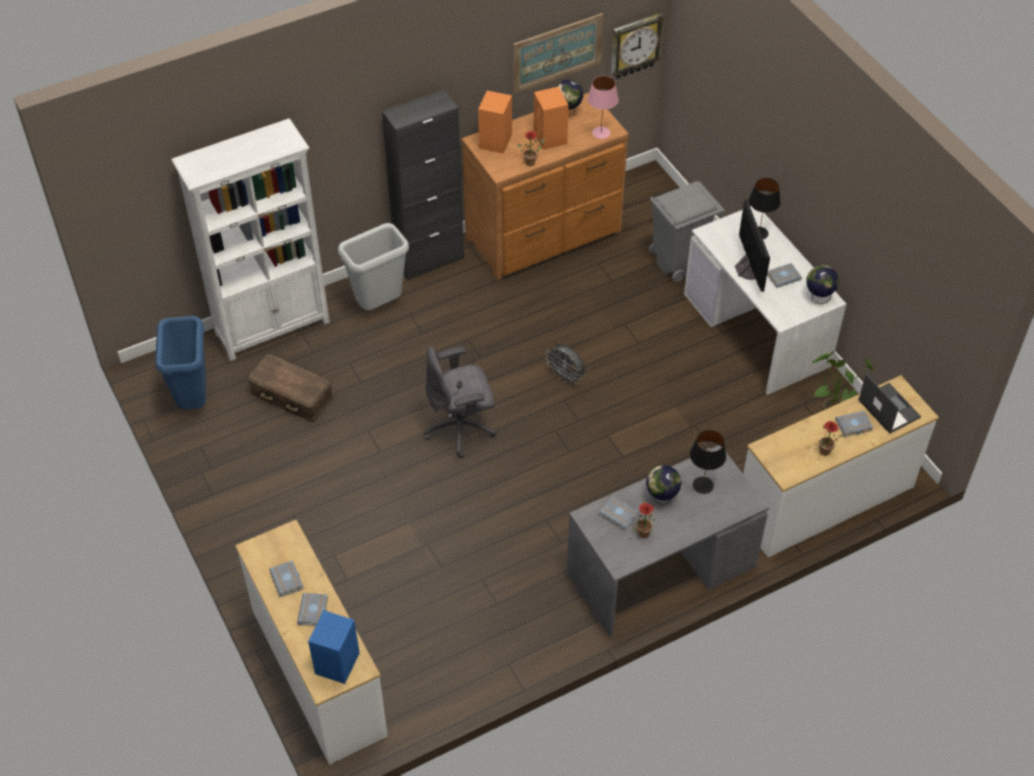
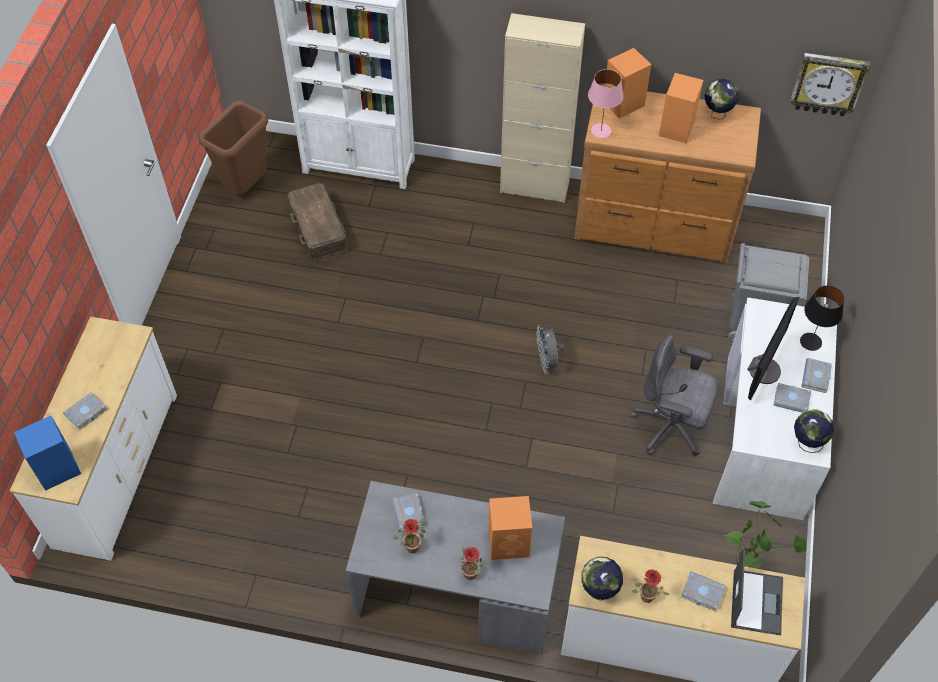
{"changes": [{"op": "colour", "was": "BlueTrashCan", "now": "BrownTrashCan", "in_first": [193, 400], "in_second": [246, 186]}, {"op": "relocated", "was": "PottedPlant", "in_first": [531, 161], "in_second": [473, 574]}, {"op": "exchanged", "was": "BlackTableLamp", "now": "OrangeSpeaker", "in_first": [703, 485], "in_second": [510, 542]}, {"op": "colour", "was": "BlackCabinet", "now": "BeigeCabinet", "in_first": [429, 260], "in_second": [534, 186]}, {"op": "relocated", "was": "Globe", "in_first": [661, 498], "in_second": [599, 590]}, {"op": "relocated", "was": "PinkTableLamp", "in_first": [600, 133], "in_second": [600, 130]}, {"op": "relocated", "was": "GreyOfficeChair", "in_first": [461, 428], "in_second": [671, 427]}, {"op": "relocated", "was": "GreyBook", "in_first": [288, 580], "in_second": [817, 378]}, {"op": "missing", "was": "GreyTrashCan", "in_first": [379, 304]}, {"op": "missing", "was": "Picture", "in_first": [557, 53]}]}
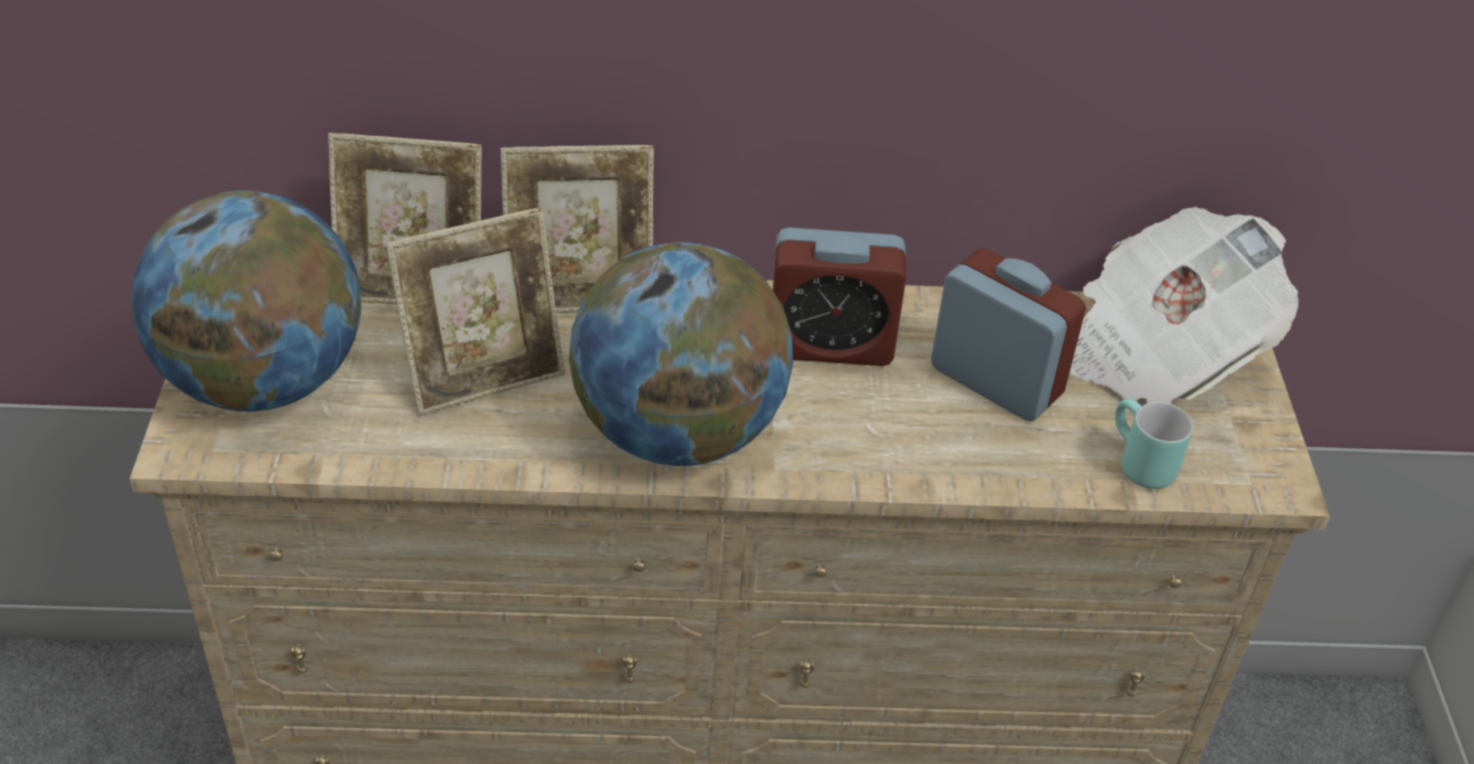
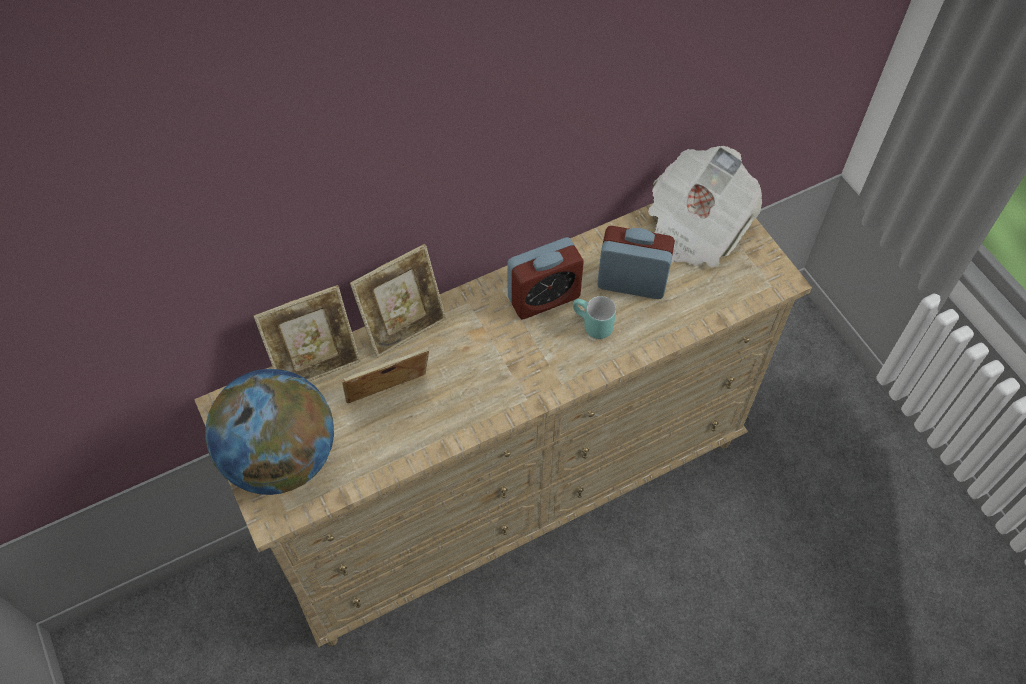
{"changes": [{"op": "spun", "was": "PictureFrame", "in_first": [484, 376], "in_second": [390, 400], "clockwise": -150}, {"op": "relocated", "was": "TurquoiseMug", "in_first": [1136, 464], "in_second": [591, 326]}, {"op": "missing", "was": "Globe", "in_first": [678, 432]}]}
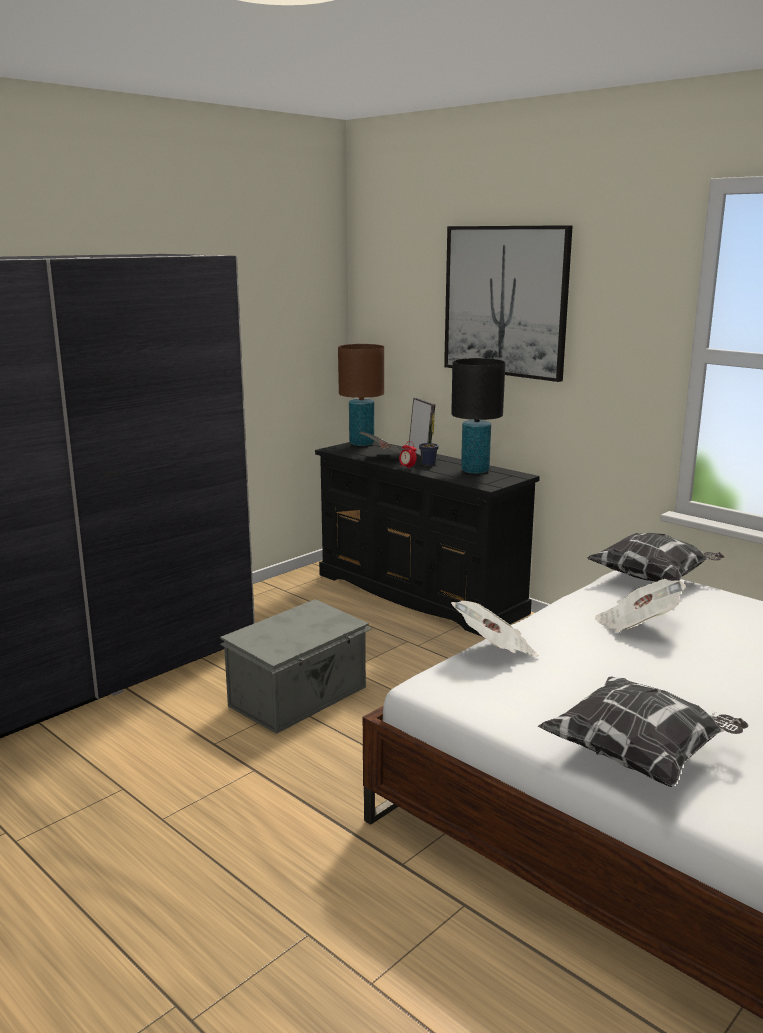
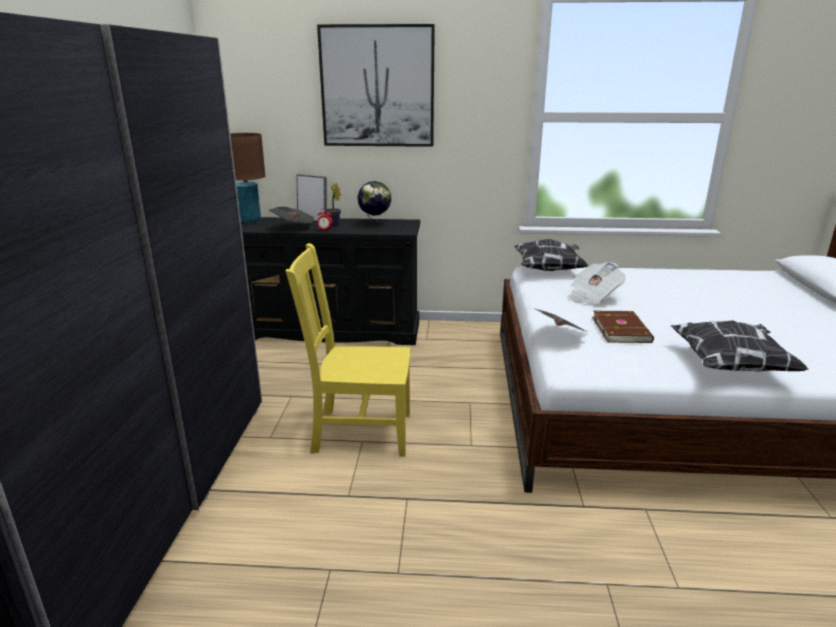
{"changes": [{"op": "exchanged", "was": "GreyStorageBox", "now": "YellowChair", "in_first": [300, 697], "in_second": [358, 432]}, {"op": "exchanged", "was": "BlackTableLamp", "now": "Globe", "in_first": [475, 471], "in_second": [375, 224]}, {"op": "appeared", "now": "BrownBook", "in_second": [622, 329]}]}
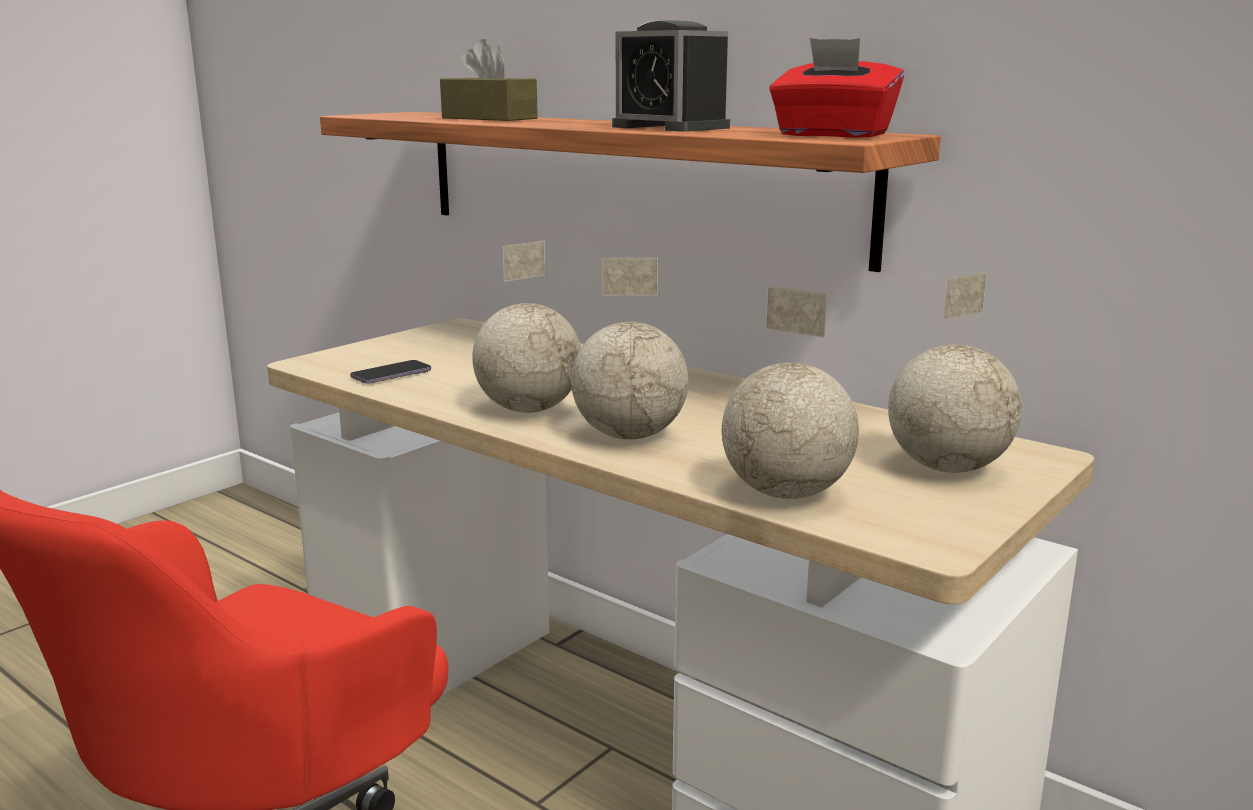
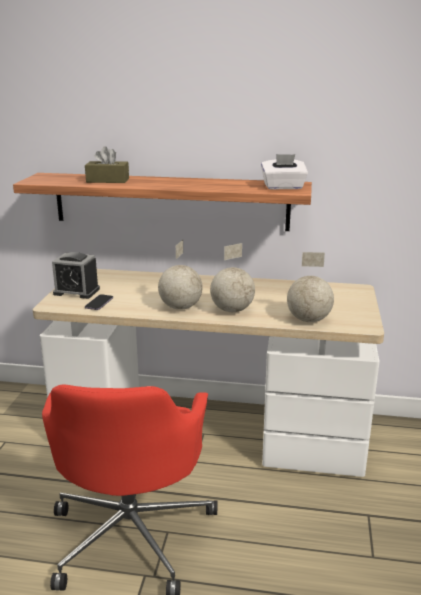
{"changes": [{"op": "relocated", "was": "AlarmClock", "in_first": [670, 127], "in_second": [76, 291]}, {"op": "colour", "was": "RedTissueBox", "now": "WhiteTissueBox", "in_first": [832, 135], "in_second": [283, 187]}, {"op": "missing", "was": "Globe", "in_first": [945, 468]}]}
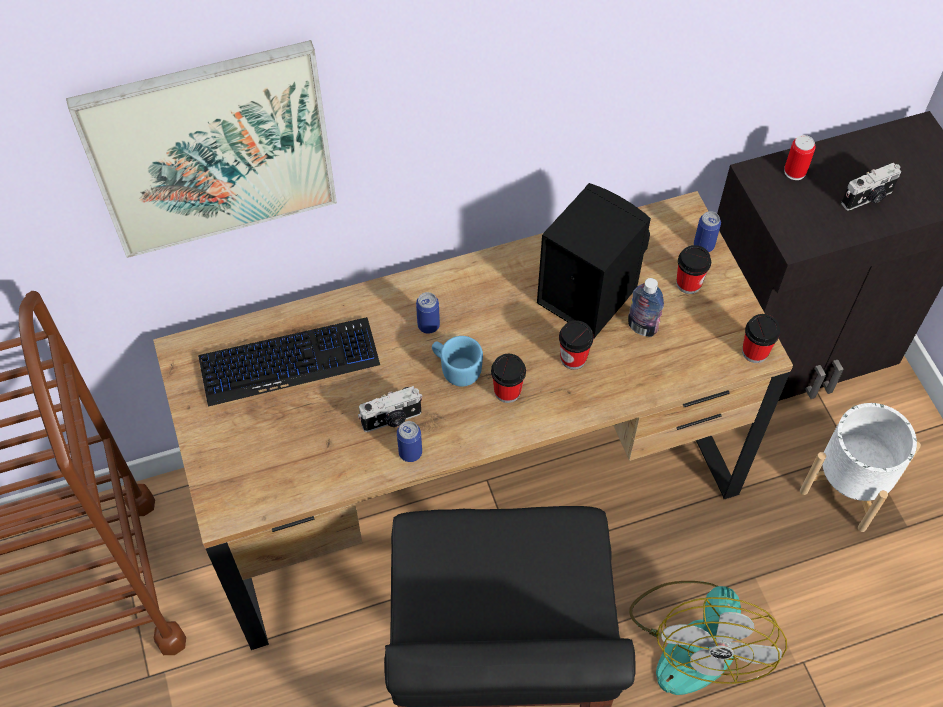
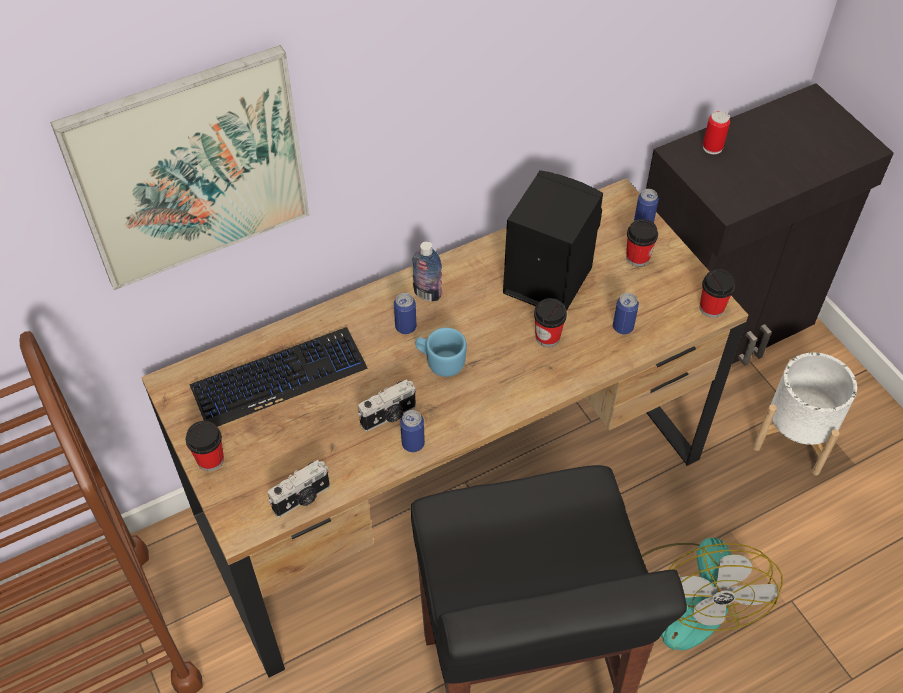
{"changes": [{"op": "relocated", "was": "Cup", "in_first": [507, 391], "in_second": [210, 459]}, {"op": "relocated", "was": "PhotoCamera", "in_first": [868, 198], "in_second": [302, 499]}, {"op": "relocated", "was": "Bottle", "in_first": [642, 327], "in_second": [427, 294]}, {"op": "appeared", "now": "Can", "in_second": [623, 327]}]}
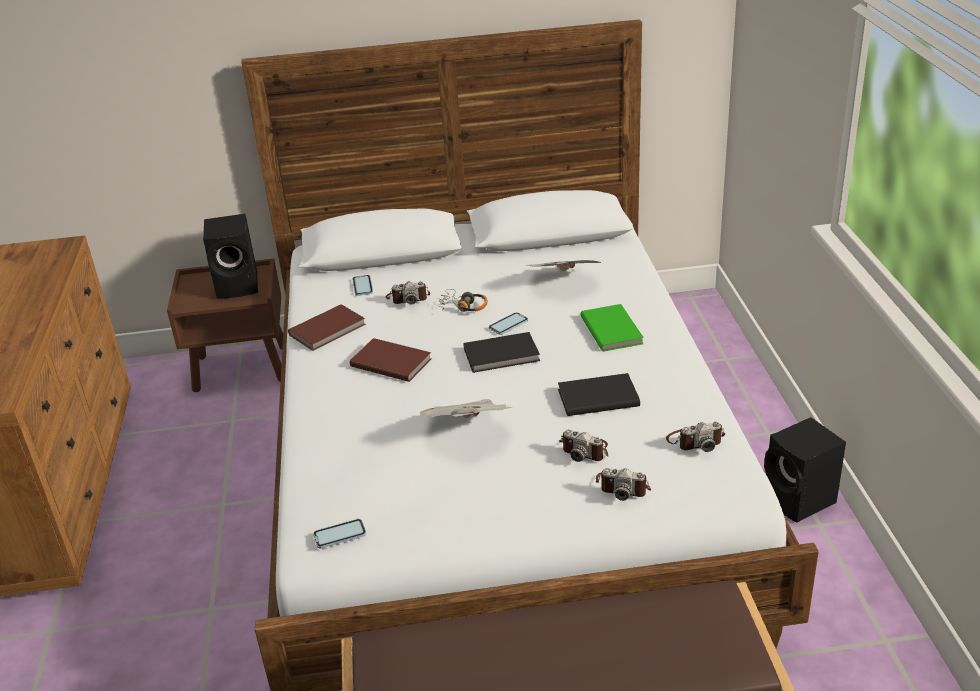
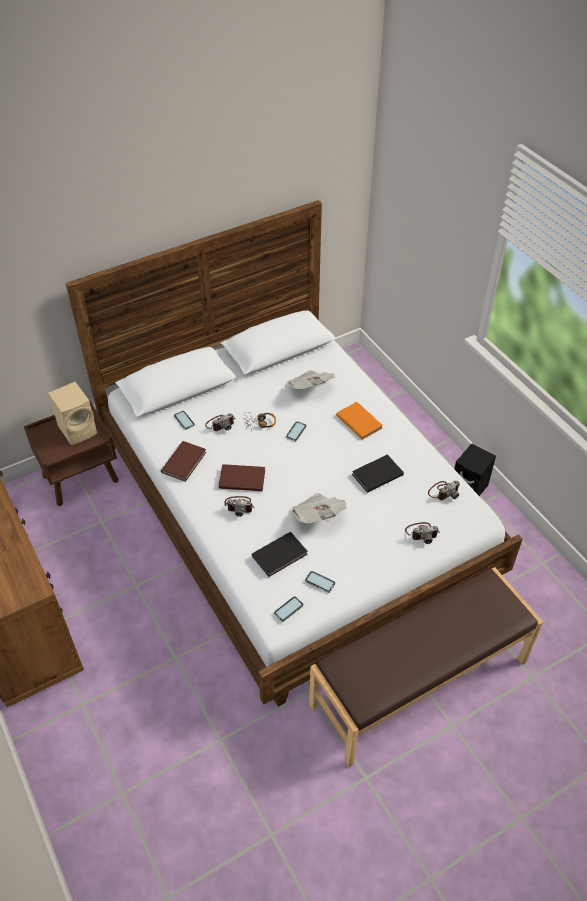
{"changes": [{"op": "colour", "was": "BlackSpeaker", "now": "BeigeSpeaker", "in_first": [239, 285], "in_second": [79, 429]}, {"op": "relocated", "was": "PhotoCamera", "in_first": [585, 449], "in_second": [239, 506]}, {"op": "relocated", "was": "BlackBook", "in_first": [502, 355], "in_second": [281, 555]}, {"op": "appeared", "now": "Phone", "in_second": [320, 582]}, {"op": "colour", "was": "GreenBook", "now": "OrangeBook", "in_first": [612, 329], "in_second": [359, 421]}]}
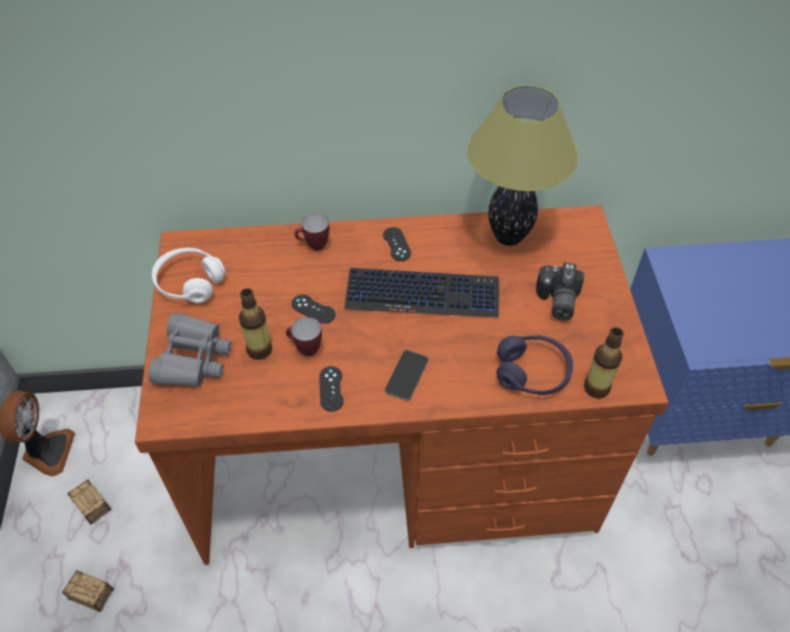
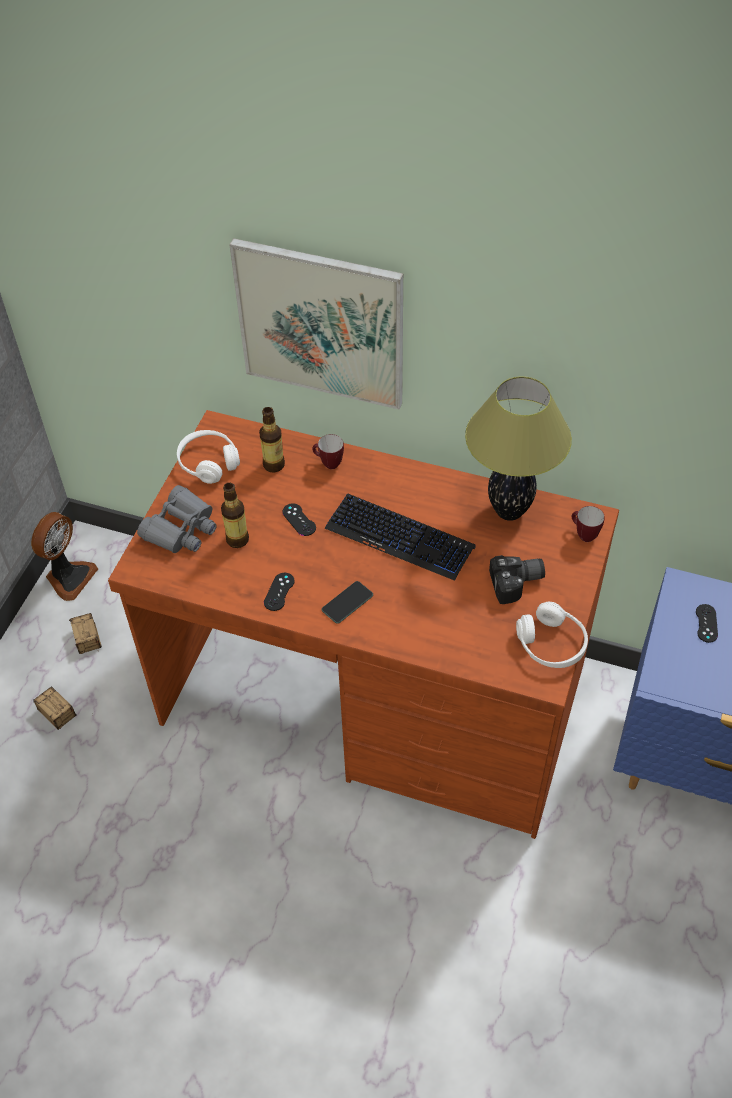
{"changes": [{"op": "appeared", "now": "Picture", "in_second": [321, 324]}, {"op": "relocated", "was": "Bottle", "in_first": [596, 388], "in_second": [274, 465]}, {"op": "spun", "was": "PhotoCamera", "in_first": [556, 301], "in_second": [517, 584], "clockwise": -135}, {"op": "appeared", "now": "WhiteHeadphones", "in_second": [551, 644]}, {"op": "relocated", "was": "Mug", "in_first": [305, 349], "in_second": [583, 535]}, {"op": "relocated", "was": "BlackGameController", "in_first": [396, 244], "in_second": [706, 623]}, {"op": "missing", "was": "PurpleHeadphones", "in_first": [532, 372]}]}
